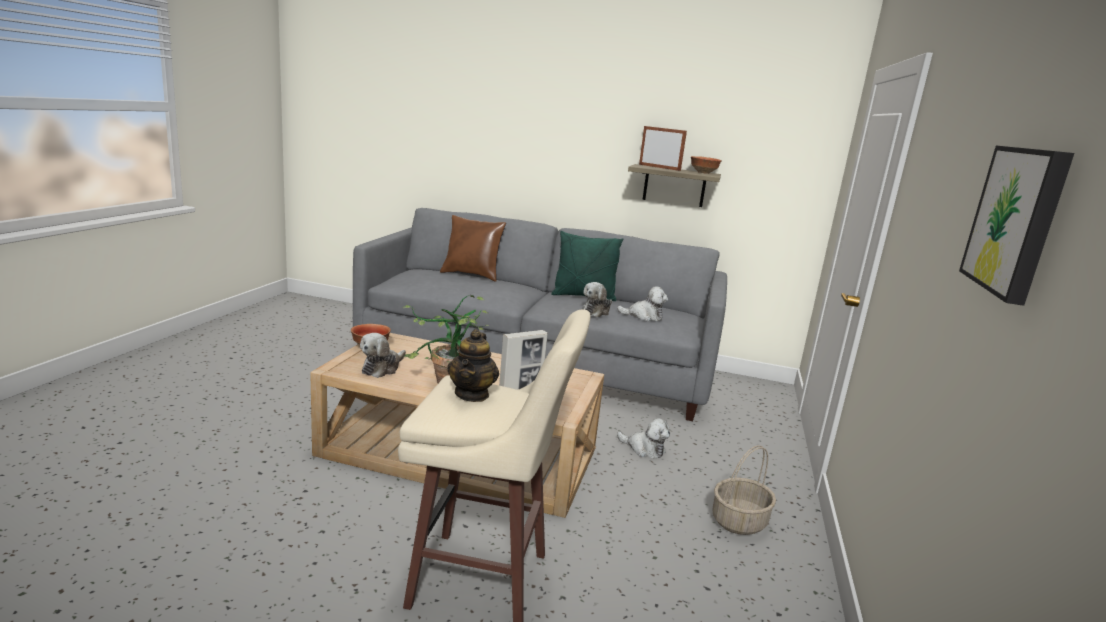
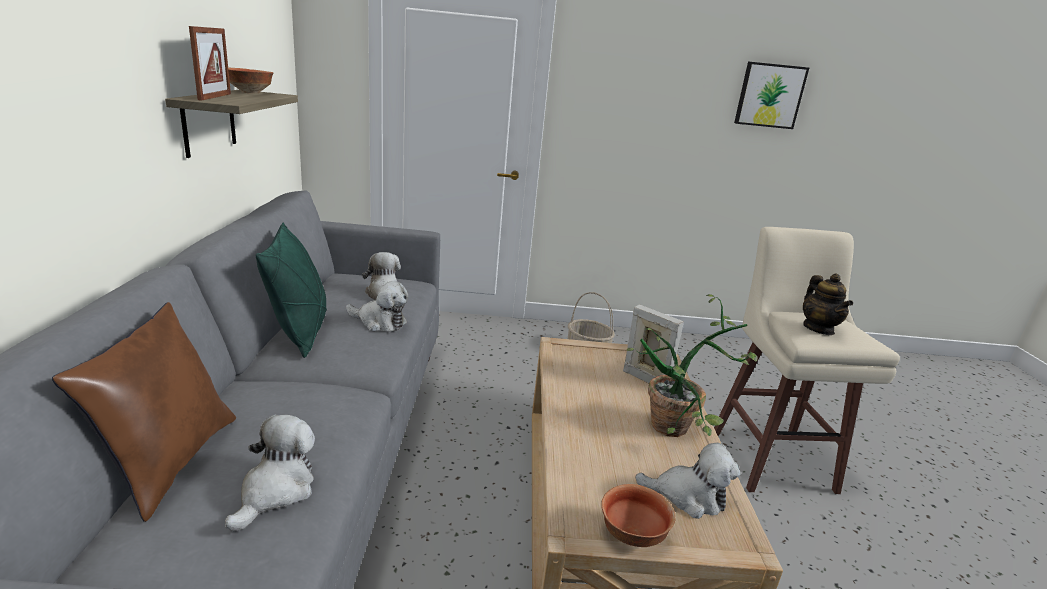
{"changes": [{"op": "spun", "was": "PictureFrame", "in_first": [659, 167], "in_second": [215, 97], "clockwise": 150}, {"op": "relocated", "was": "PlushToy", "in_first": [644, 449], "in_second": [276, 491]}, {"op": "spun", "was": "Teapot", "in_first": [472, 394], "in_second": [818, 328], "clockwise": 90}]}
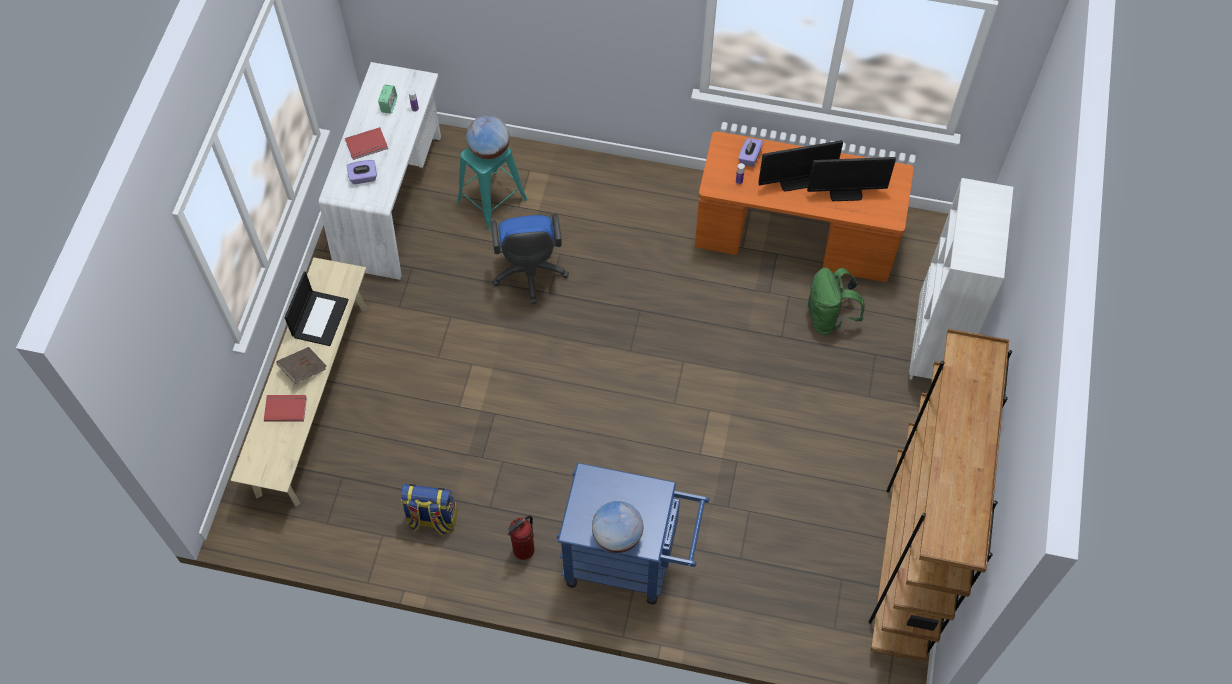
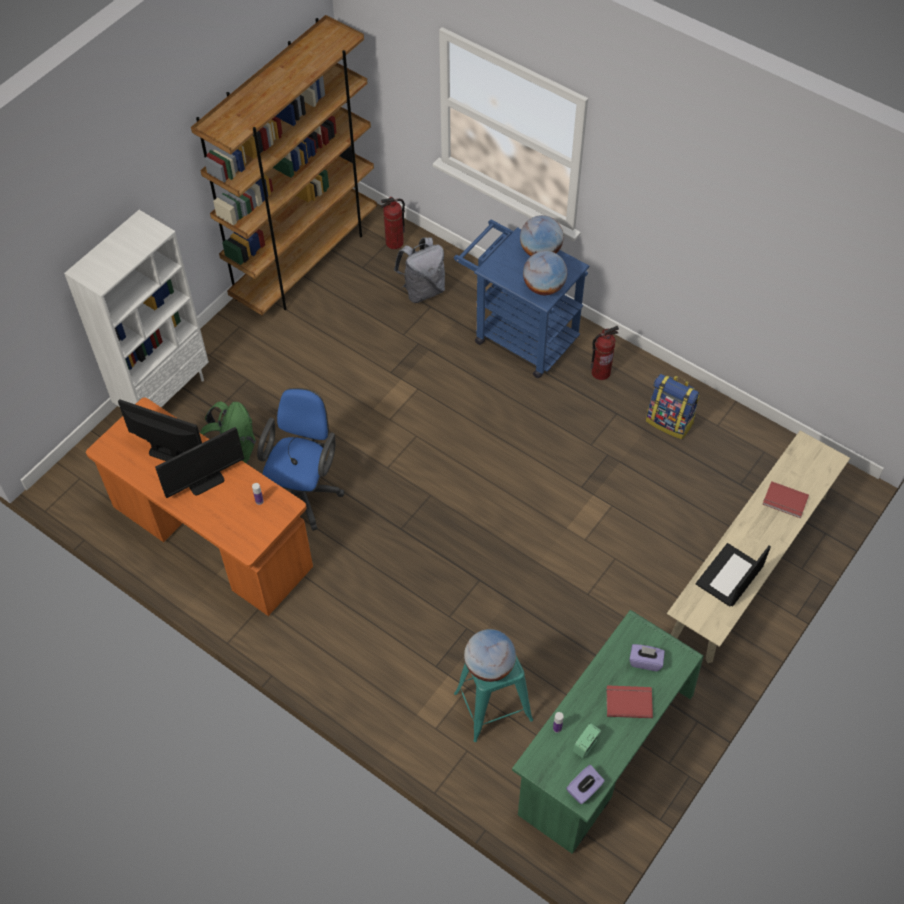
{"changes": [{"op": "spun", "was": "Monitor", "in_first": [795, 180], "in_second": [205, 480], "clockwise": 135}, {"op": "relocated", "was": "BlueOfficeChair", "in_first": [529, 274], "in_second": [304, 492]}, {"op": "appeared", "now": "FireExtinguisher", "in_second": [394, 243]}, {"op": "appeared", "now": "GreyBackpack", "in_second": [423, 290]}, {"op": "colour", "was": "WhiteDesk", "now": "GreenDesk", "in_first": [392, 200], "in_second": [602, 753]}, {"op": "appeared", "now": "Globe", "in_second": [543, 287]}, {"op": "relocated", "was": "PurpleTissueBox", "in_first": [749, 157], "in_second": [584, 789]}, {"op": "missing", "was": "BrownBook", "in_first": [303, 369]}]}
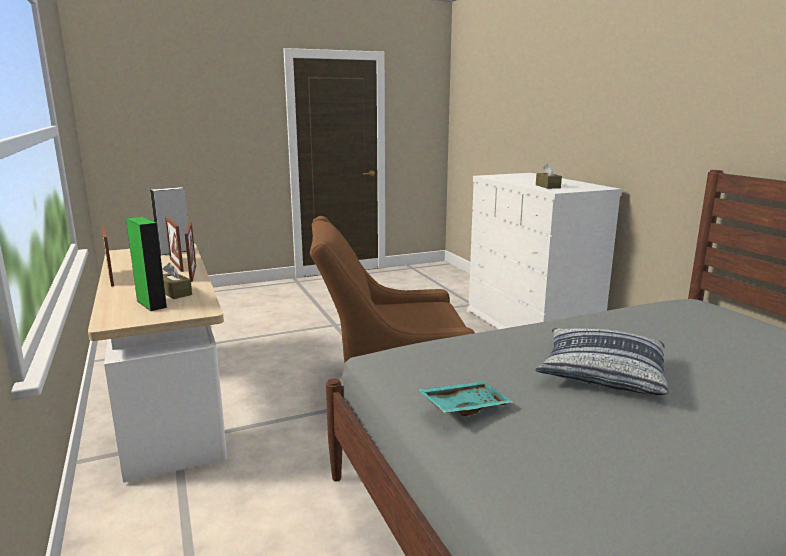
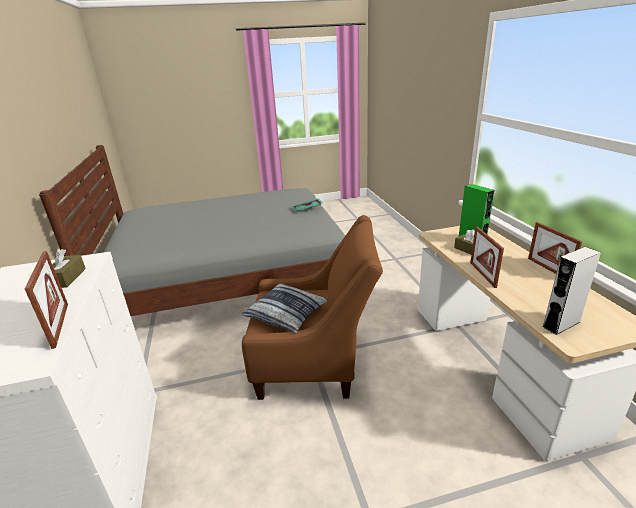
{"changes": [{"op": "relocated", "was": "PictureFrame", "in_first": [176, 265], "in_second": [60, 324]}, {"op": "relocated", "was": "Pillow", "in_first": [601, 373], "in_second": [287, 314]}]}
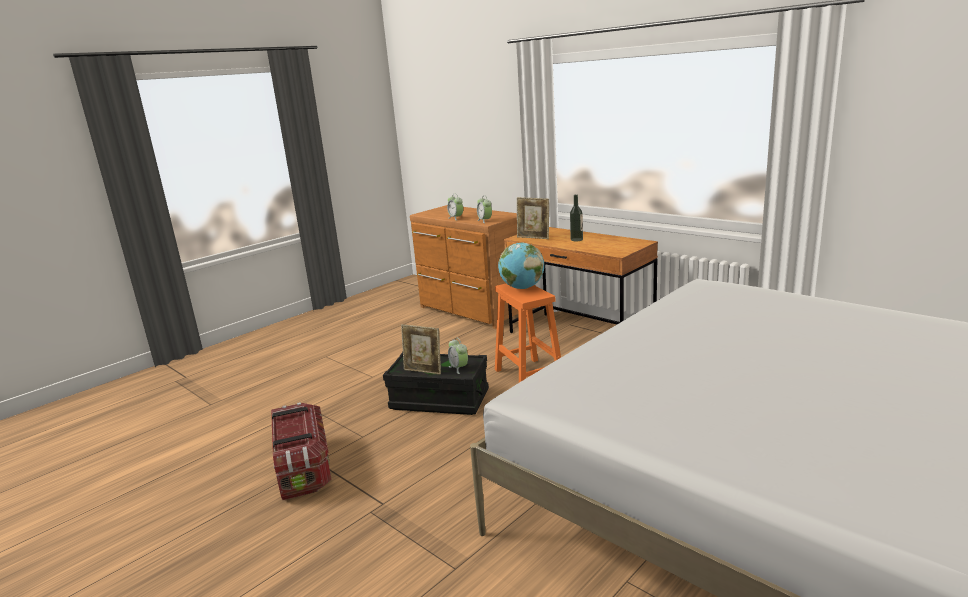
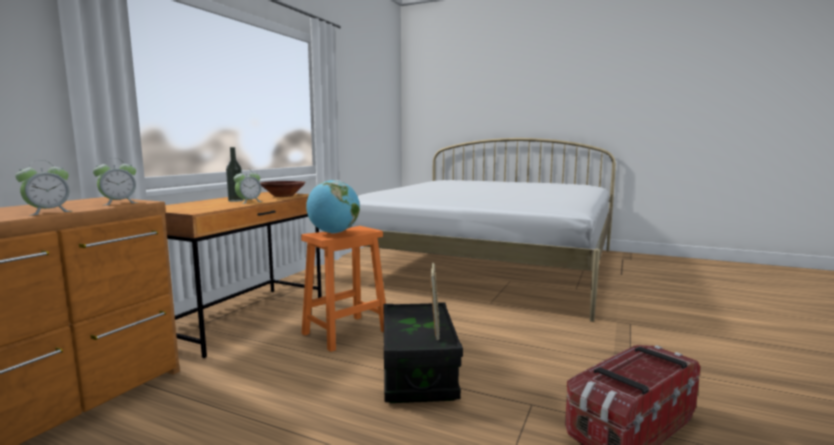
{"changes": [{"op": "relocated", "was": "AlarmClock", "in_first": [459, 368], "in_second": [249, 202]}, {"op": "appeared", "now": "BrownBowl", "in_second": [283, 196]}, {"op": "missing", "was": "PictureFrame", "in_first": [533, 238]}]}
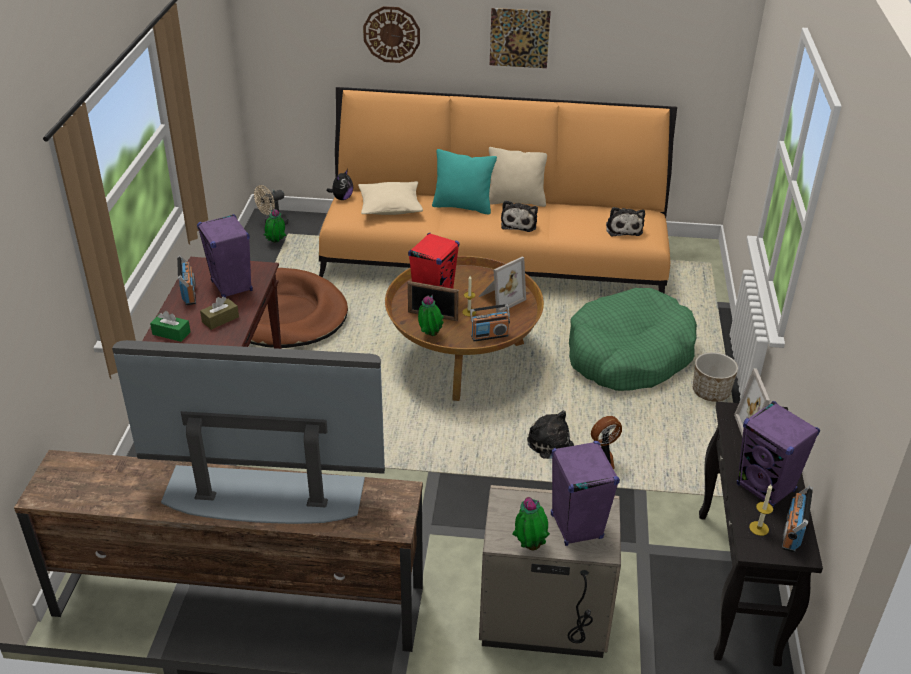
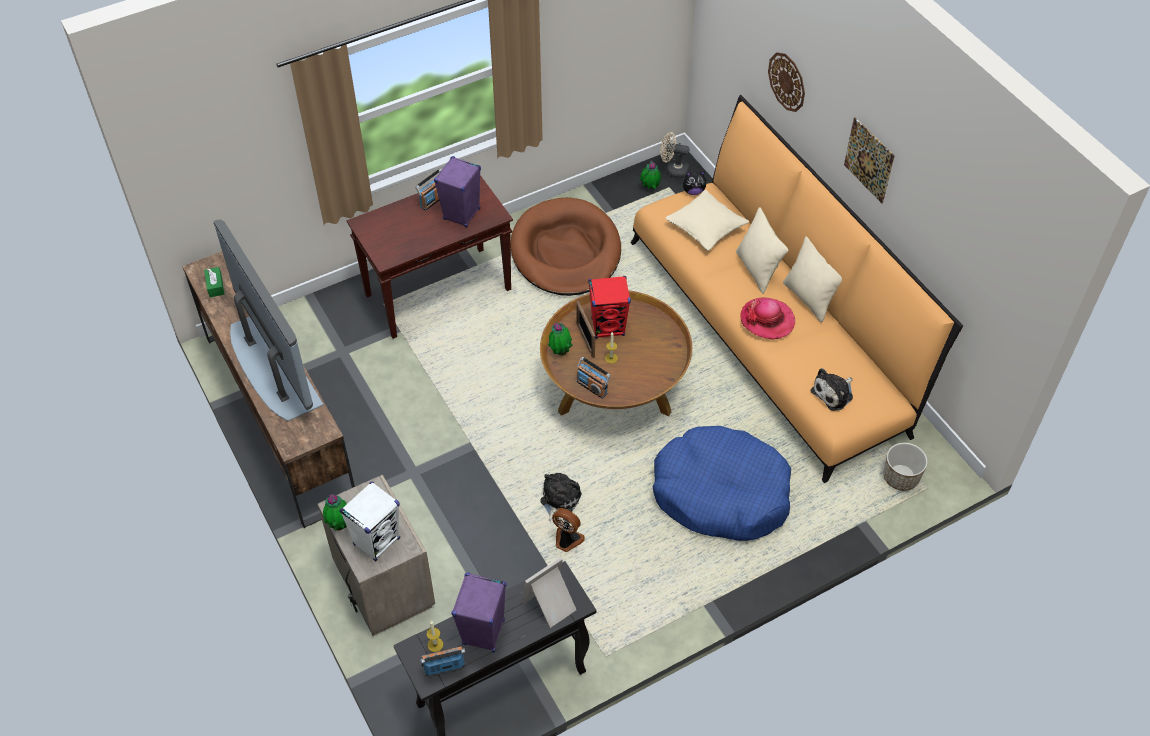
{"changes": [{"op": "relocated", "was": "GreenTissueBox", "in_first": [171, 333], "in_second": [215, 286]}, {"op": "colour", "was": "PurpleSpeaker", "now": "WhiteSpeaker", "in_first": [576, 526], "in_second": [377, 541]}, {"op": "colour", "was": "GreenDogBed", "now": "BlueDogBed", "in_first": [628, 355], "in_second": [720, 493]}, {"op": "colour", "was": "TurquoisePillow", "now": "BeigePillow", "in_first": [463, 206], "in_second": [757, 270]}, {"op": "exchanged", "was": "PlushToy", "now": "Hat", "in_first": [519, 223], "in_second": [767, 320]}, {"op": "relocated", "was": "Planter", "in_first": [710, 392], "in_second": [900, 477]}, {"op": "missing", "was": "BrownTissueBox", "in_first": [220, 319]}, {"op": "missing", "was": "PictureFrame", "in_first": [500, 298]}]}
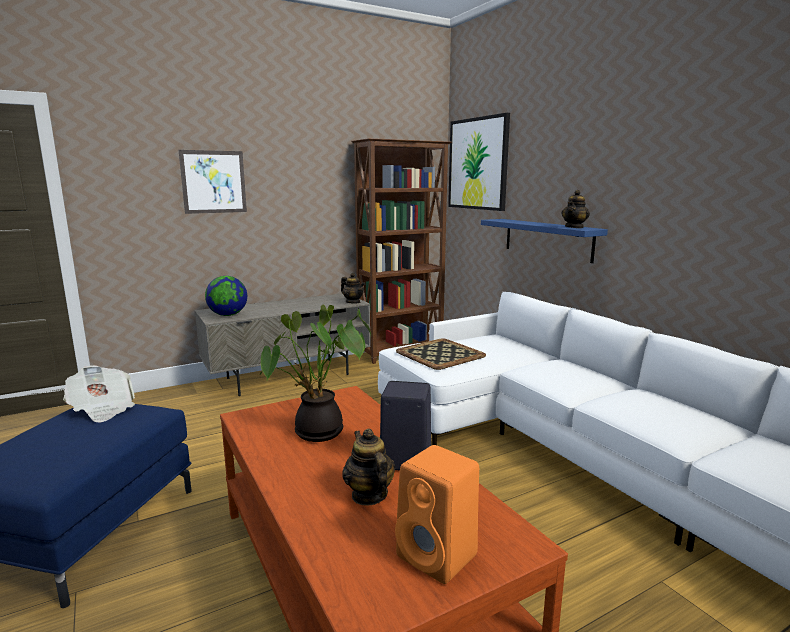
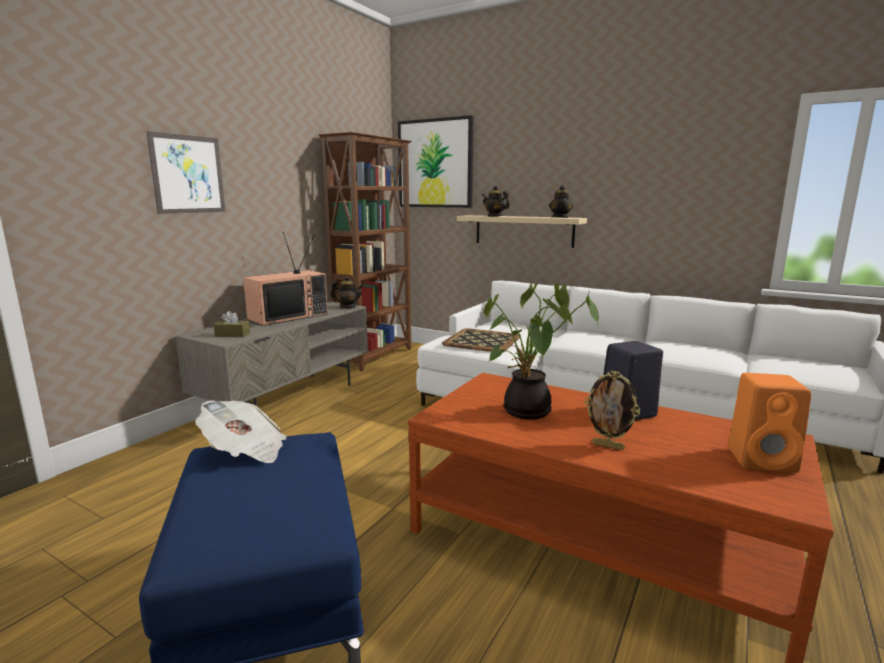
{"changes": [{"op": "exchanged", "was": "Globe", "now": "BrownTissueBox", "in_first": [228, 315], "in_second": [232, 335]}, {"op": "appeared", "now": "Television", "in_second": [288, 316]}, {"op": "colour", "was": "BlueShelf", "now": "BeigeShelf", "in_first": [547, 239], "in_second": [523, 230]}, {"op": "relocated", "was": "Teapot", "in_first": [369, 495], "in_second": [494, 216]}, {"op": "appeared", "now": "PictureFrame", "in_second": [608, 446]}]}
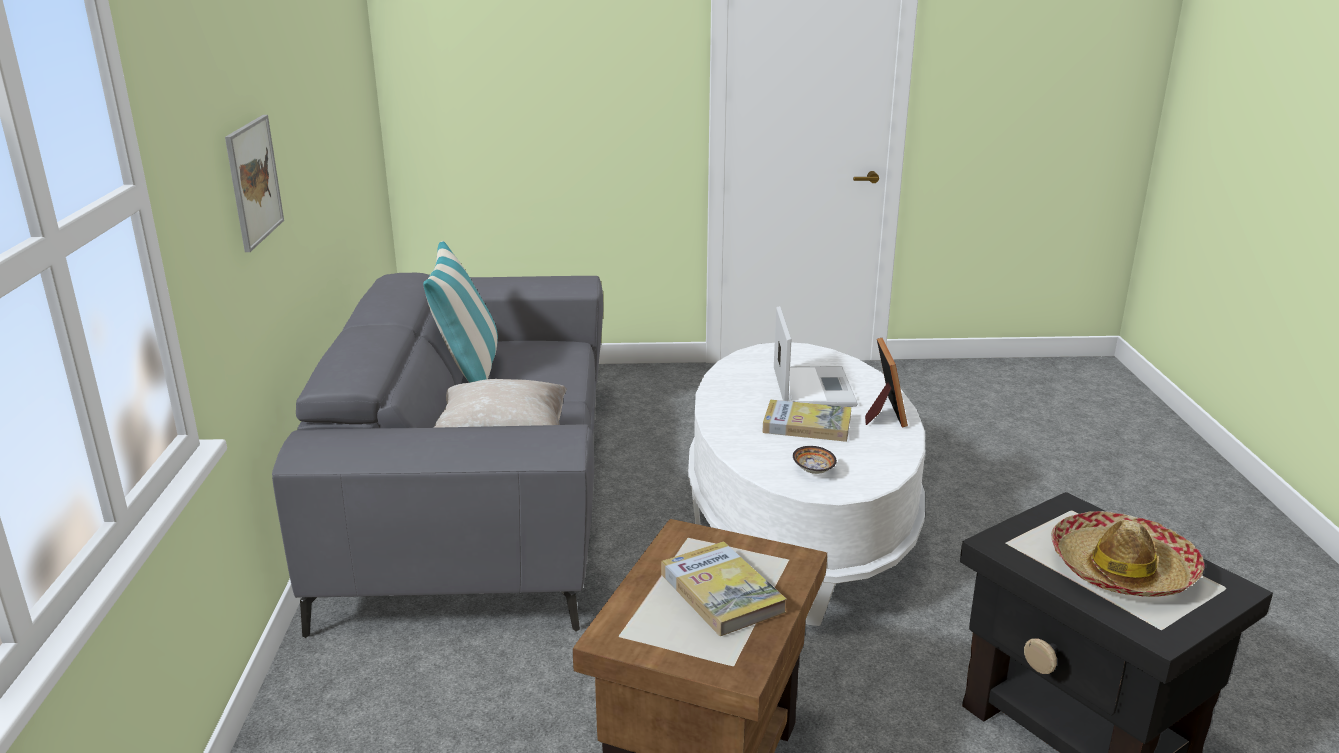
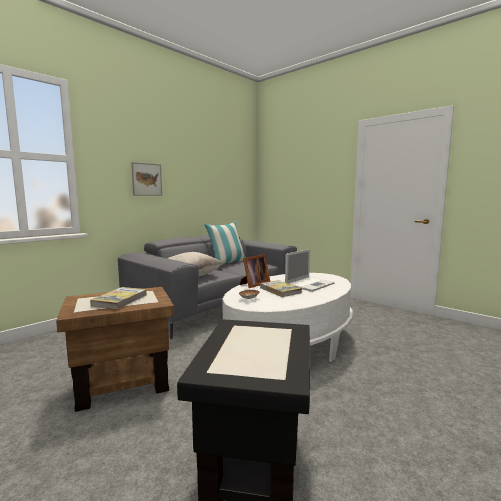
{"changes": [{"op": "relocated", "was": "PictureFrame", "in_first": [883, 413], "in_second": [254, 284]}, {"op": "missing", "was": "Hat", "in_first": [1120, 569]}]}
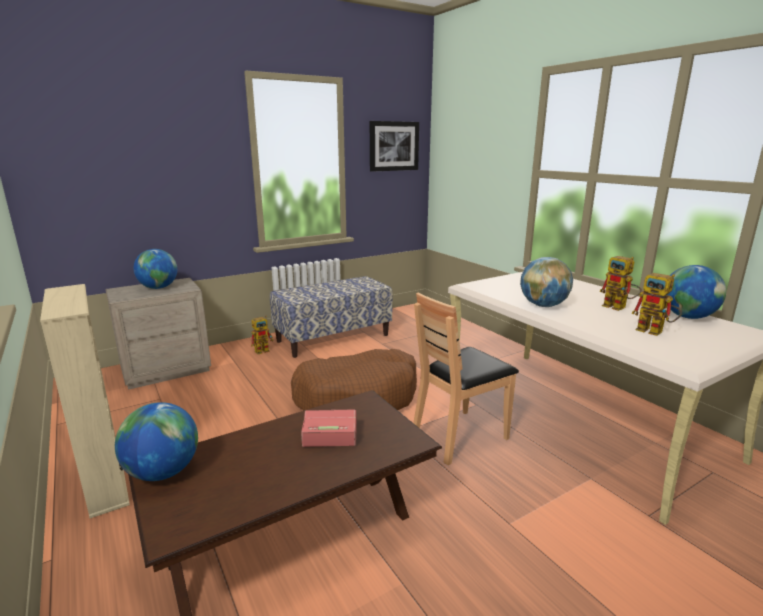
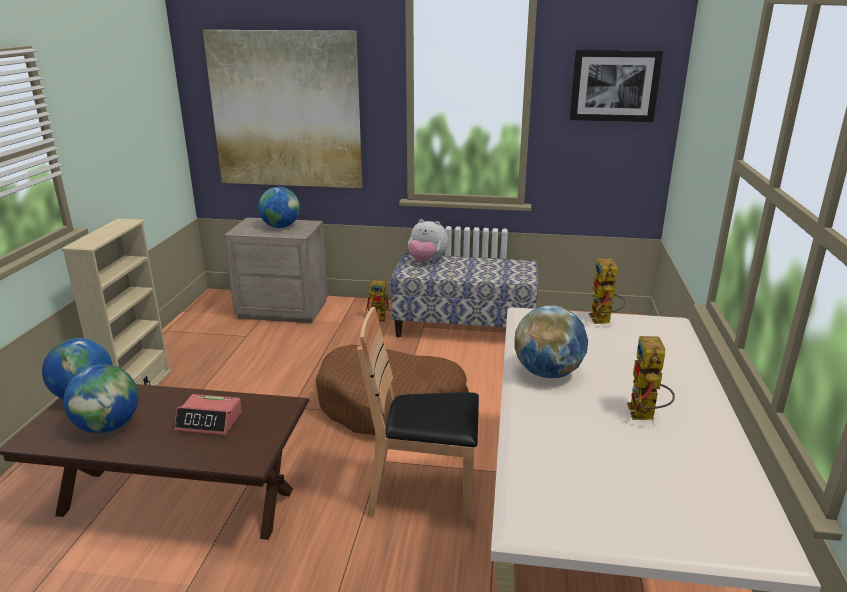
{"changes": [{"op": "relocated", "was": "Globe", "in_first": [687, 317], "in_second": [108, 426]}, {"op": "spun", "was": "AlarmClock", "in_first": [330, 434], "in_second": [209, 421], "clockwise": 150}, {"op": "appeared", "now": "Picture", "in_second": [286, 110]}, {"op": "appeared", "now": "PlushToy", "in_second": [426, 261]}, {"op": "relocated", "was": "ToyRobot", "in_first": [655, 331], "in_second": [603, 321]}]}
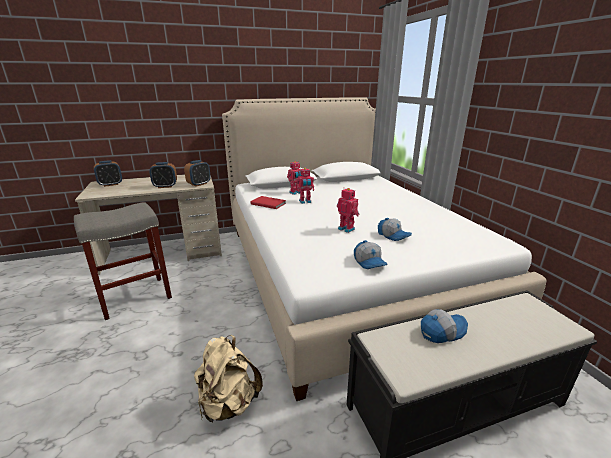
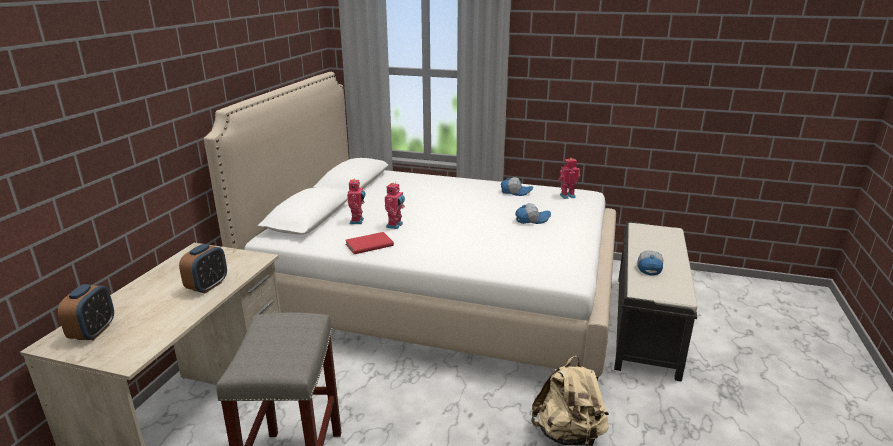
{"changes": [{"op": "relocated", "was": "Cap", "in_first": [370, 262], "in_second": [516, 192]}, {"op": "relocated", "was": "ToyRobot", "in_first": [347, 228], "in_second": [567, 196]}, {"op": "missing", "was": "AlarmClock", "in_first": [199, 184]}]}
